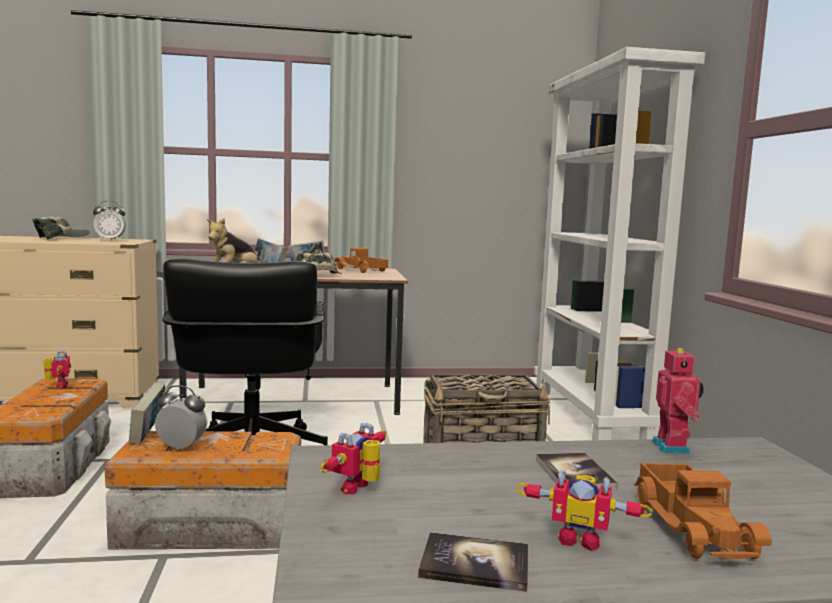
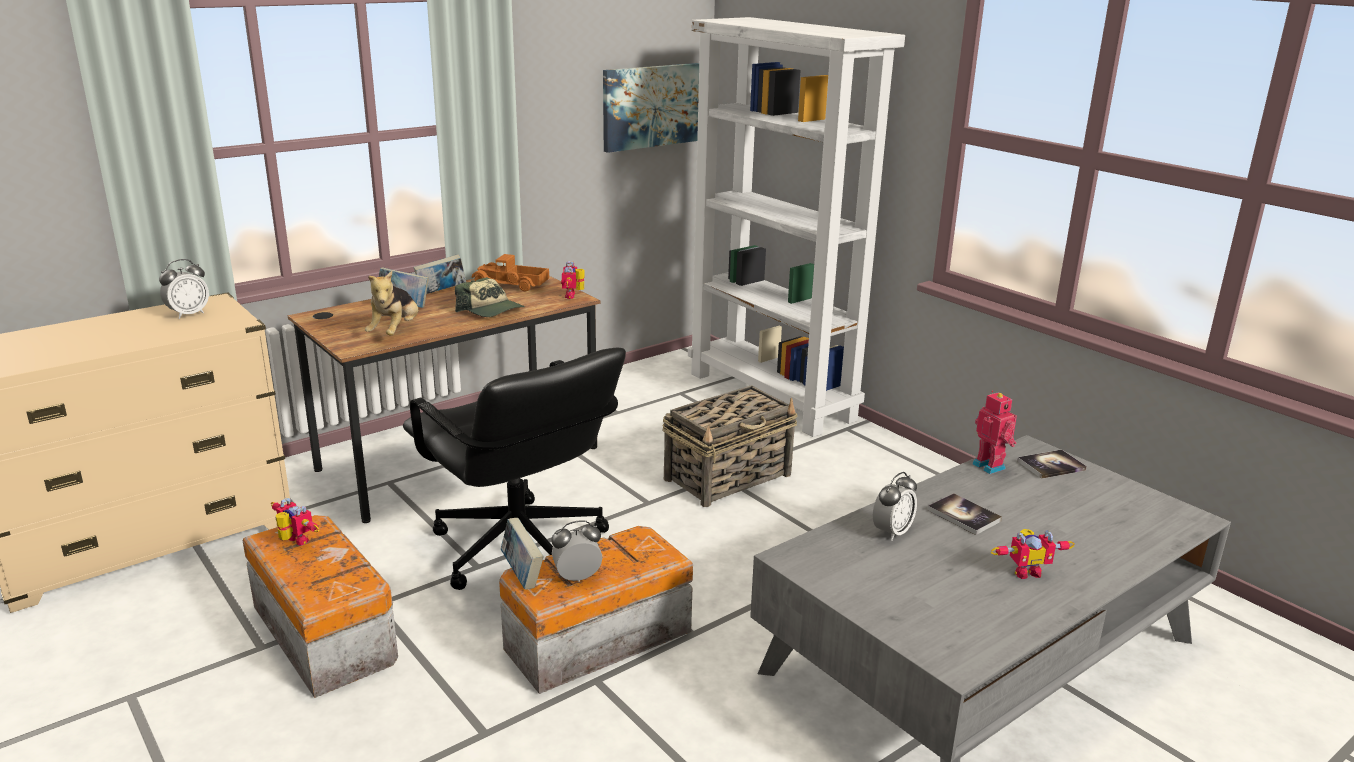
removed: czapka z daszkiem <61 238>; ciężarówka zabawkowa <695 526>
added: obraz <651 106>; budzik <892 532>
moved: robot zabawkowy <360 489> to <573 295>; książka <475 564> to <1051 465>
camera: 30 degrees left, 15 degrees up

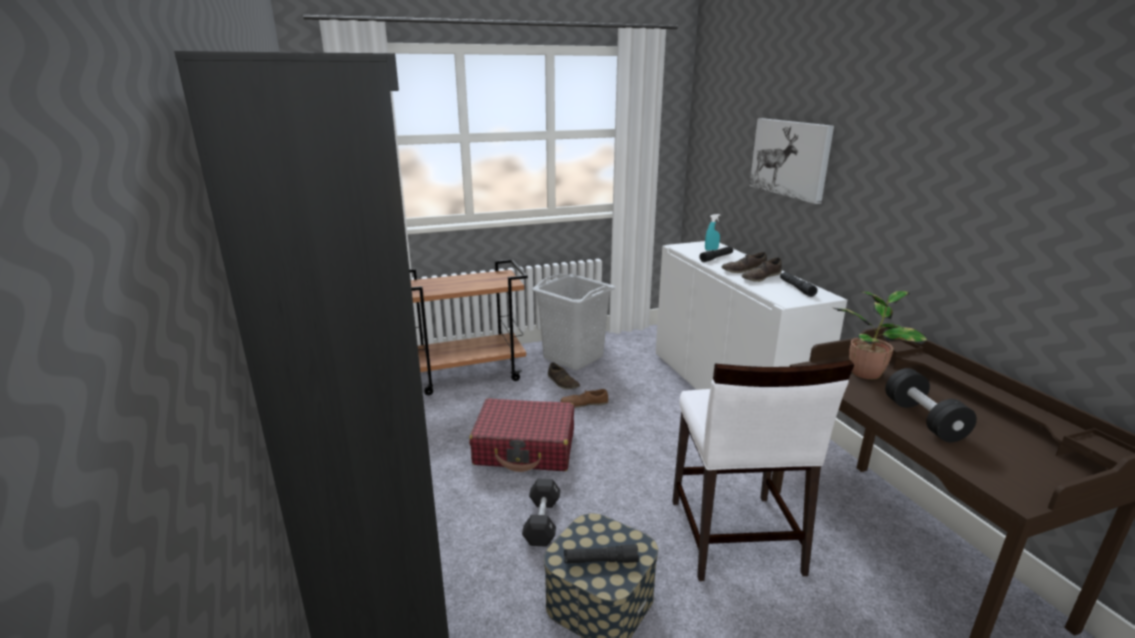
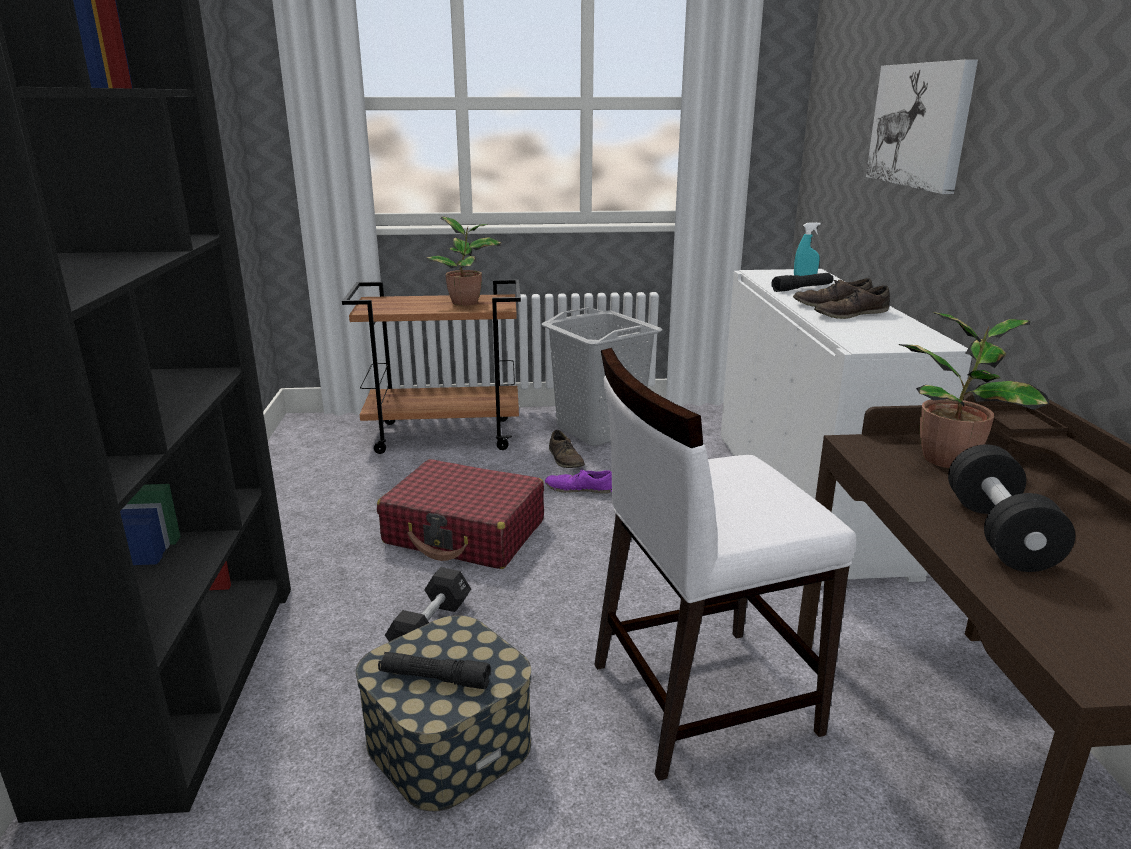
removed: latarka (czarny) <796 288>
added: roślina doniczkowa <467 302>
recoloured: but (brązowy) <584 403> to but (fioletowy) <579 488>
turned: krzesło (biały) <734 537> = <700 697> 60 degrees clockwise
camera: 15 degrees right, 0 degrees up

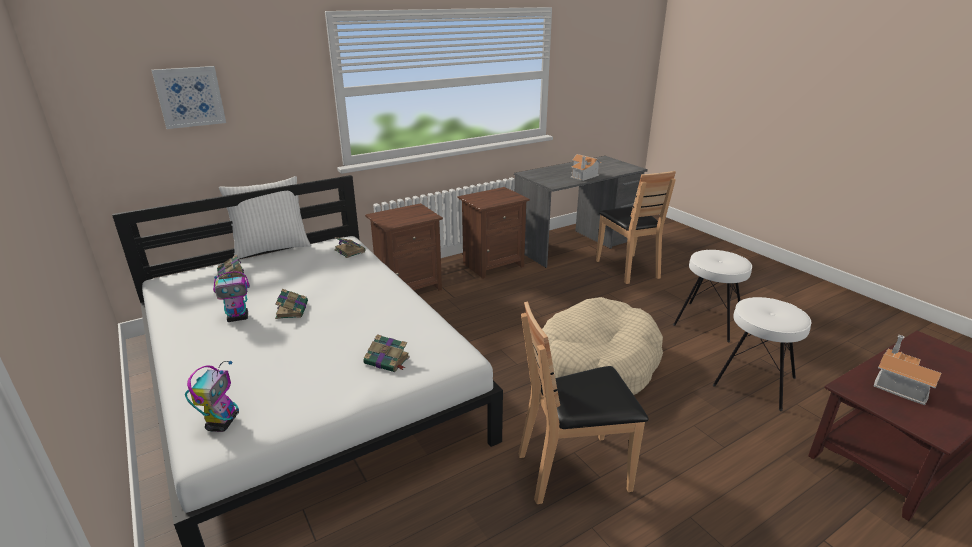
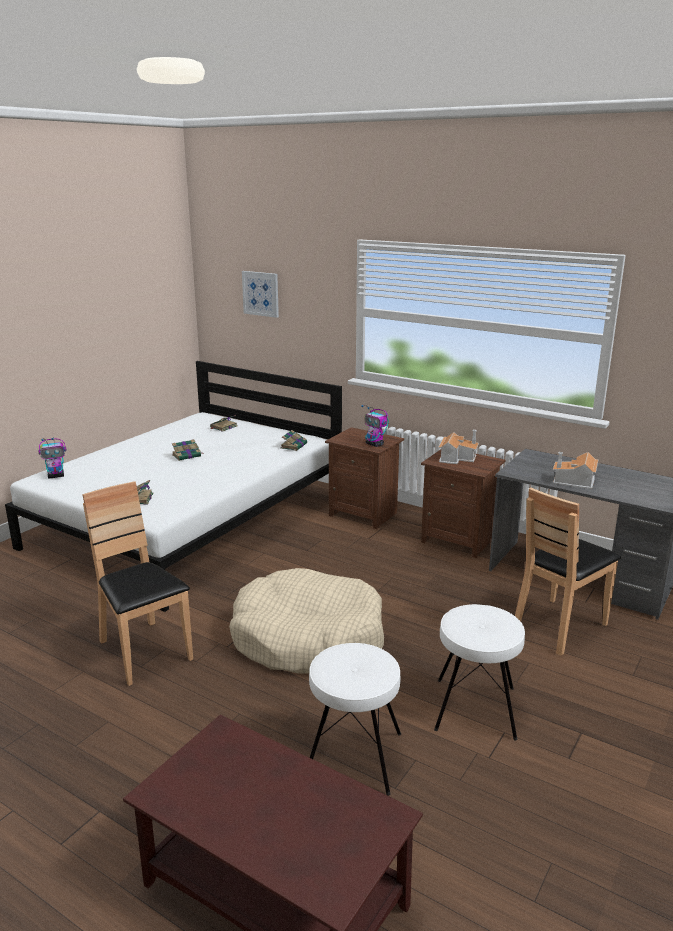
removed: poduszka (biały) <272 248>
moved: robot zabawkowy <238 318> to <375 444>; domek <897 383> to <457 457>
camera: 65 degrees right, 5 degrees down

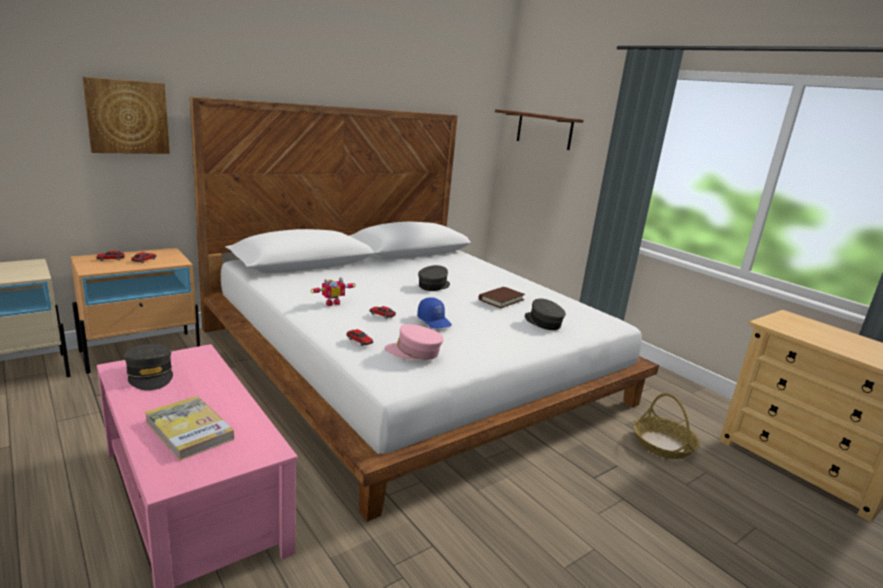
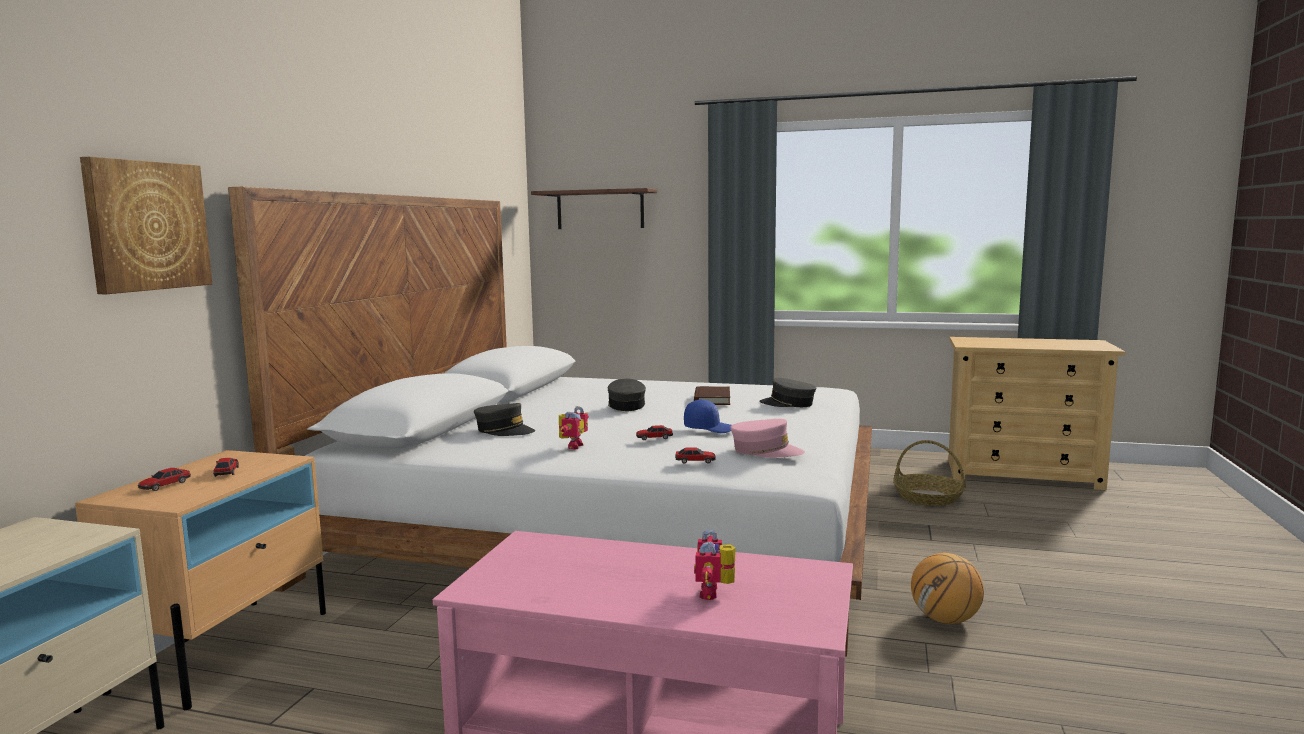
added: piłka do koszykówki <945 620>
moved: czapka z daszkiem (szary) <150 375> to <504 430>
replaced: książka <189 430> to robot zabawkowy <715 592>
turned: czapka z daszkiem (różowy) <414 352> = <766 451> 135 degrees counterclockwise
camera: 35 degrees left, 10 degrees down

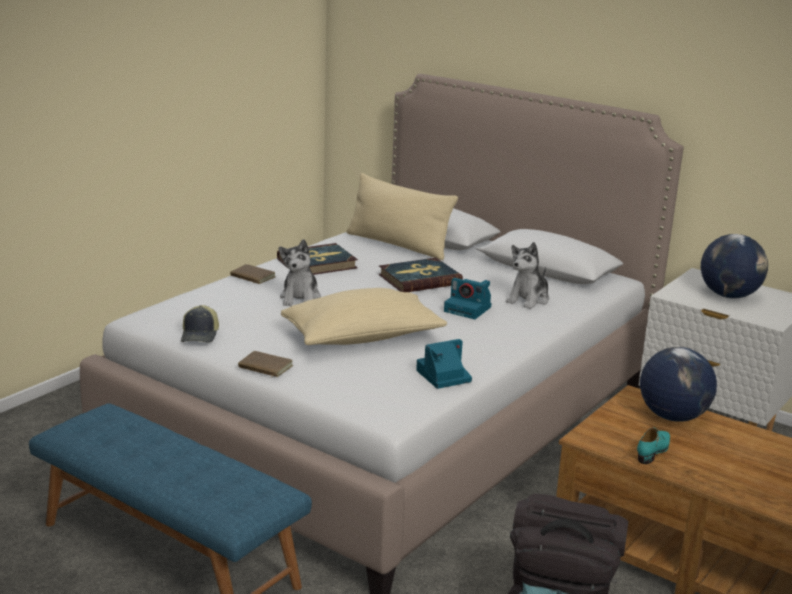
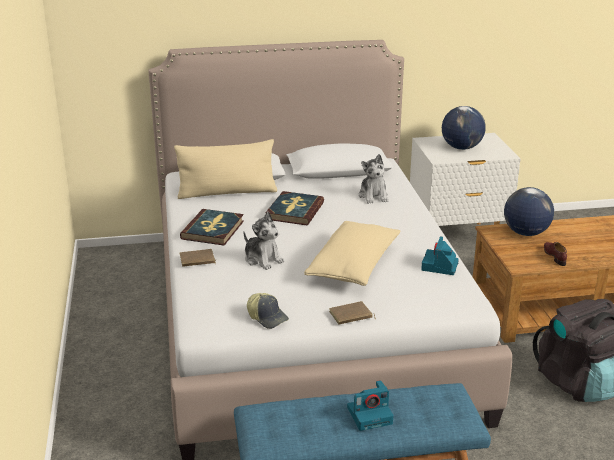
moved: aparat fotograficzny <468 309> to <370 415>
recoloured: but (turkusowy) <654 451> to but (brązowy) <554 256>
camera: 45 degrees left, 5 degrees up

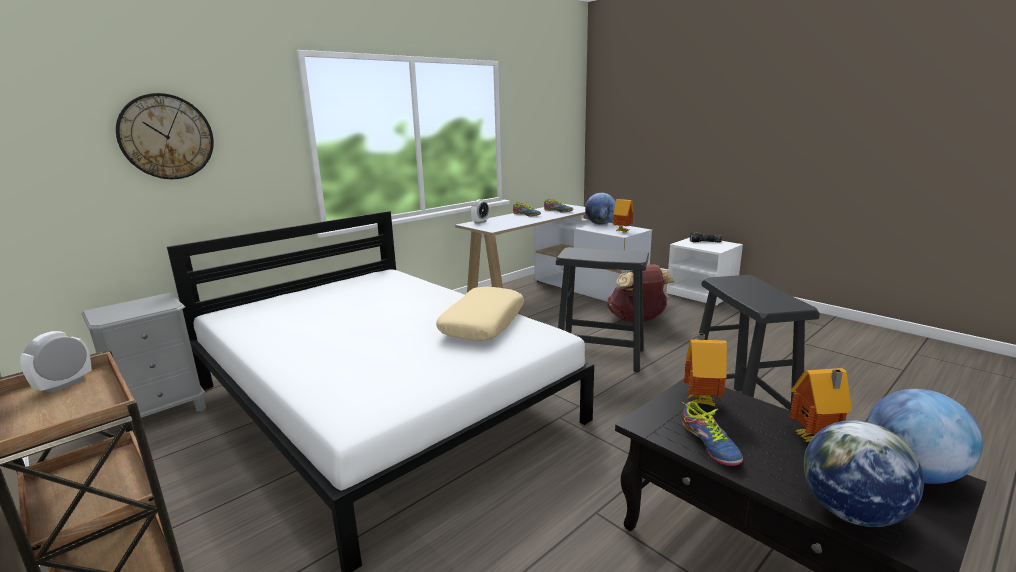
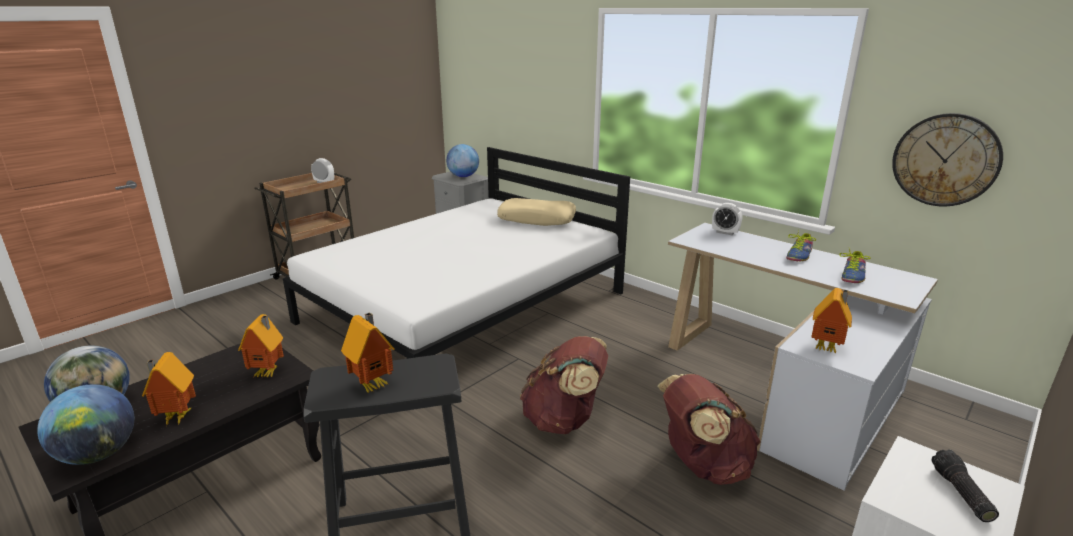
removed: but <710 443>
added: domek <374 384>
moved: zegar ścienny <166 137> to <945 160>; poduszka (beżowy) <482 323> to <537 219>; globus <600 224> to <463 176>
replaced: stołek (czarny) <600 355> to plecak (brązowy) <564 420>
camera: 85 degrees right, 5 degrees up

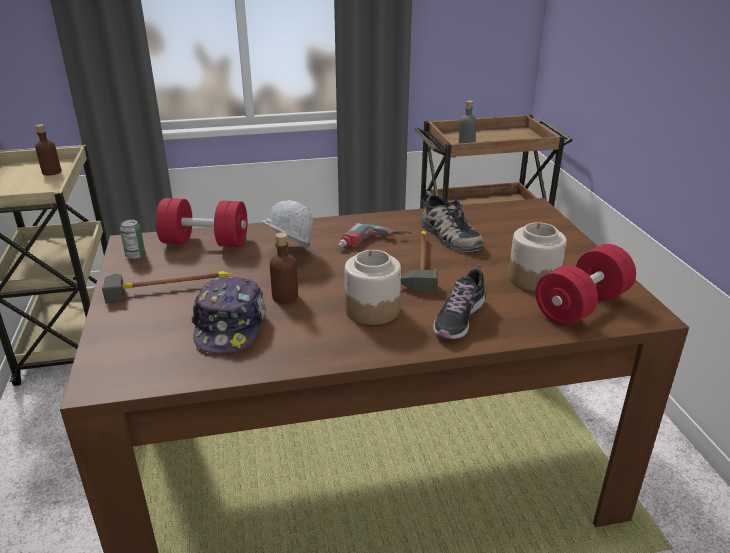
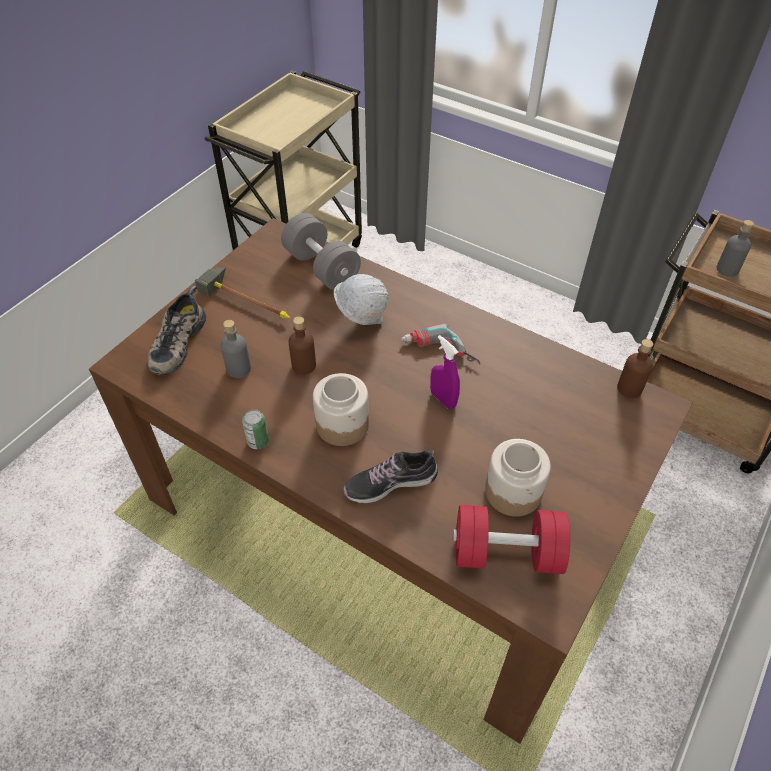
moved: butelka (brązowy) <51 172> to <629 388>; puszka <135 255> to <258 442>; but <448 236> to <177 342>
replaced: czapka z daszkiem <230 326> to butelka (szary) <239 369>; młotek <416 262> to spryskiwacz (fioletowy) <443 399>
recoloured: hantel (czerwony) <205 242> to hantel (szary) <321 267>
camera: 45 degrees right, 20 degrees up

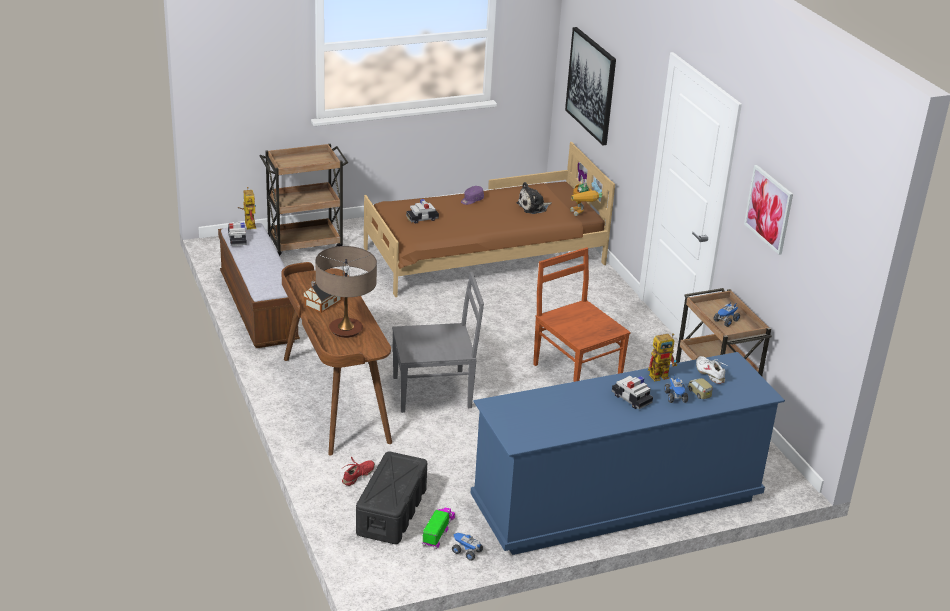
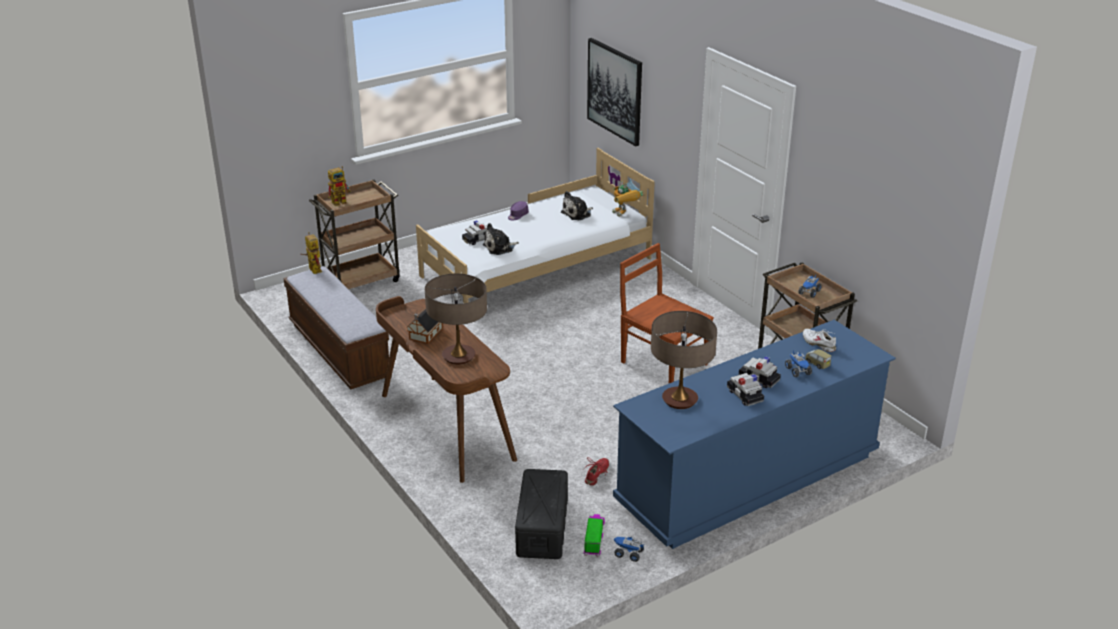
removed: krzesło (szary) <434 392>; obraz <769 209>
added: pluszak <499 248>; lampa stołowa <680 400>
moved: samochodzik <237 239> to <744 395>; but (czerwony) <358 476> to <597 475>; robot zabawkowy <661 375> to <341 201>
recoloured: łóżko (brązowy) <483 257> to łóżko (biały) <536 268>
camera: 10 degrees left, 0 degrees up

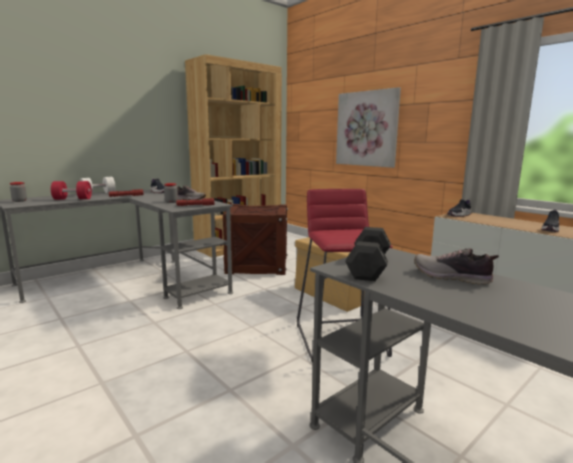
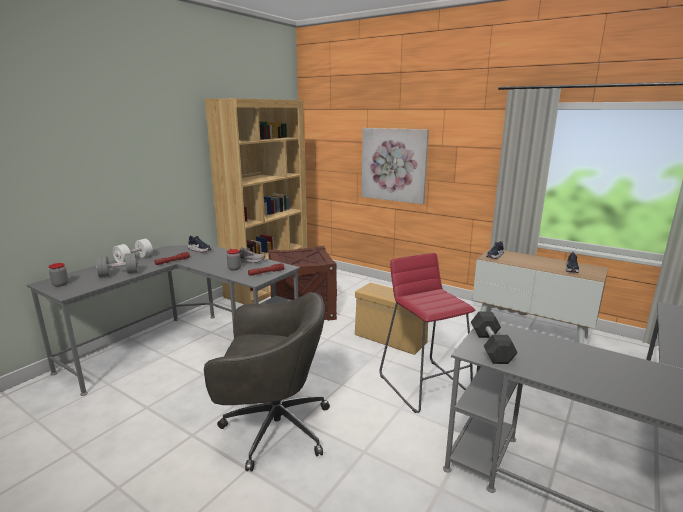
removed: but <451 277>
added: krzesło biurowe (szary) <273 428>
recoloured: hantel (czerwony) <72 199> to hantel (szary) <119 274>
camera: 15 degrees left, 5 degrees up

